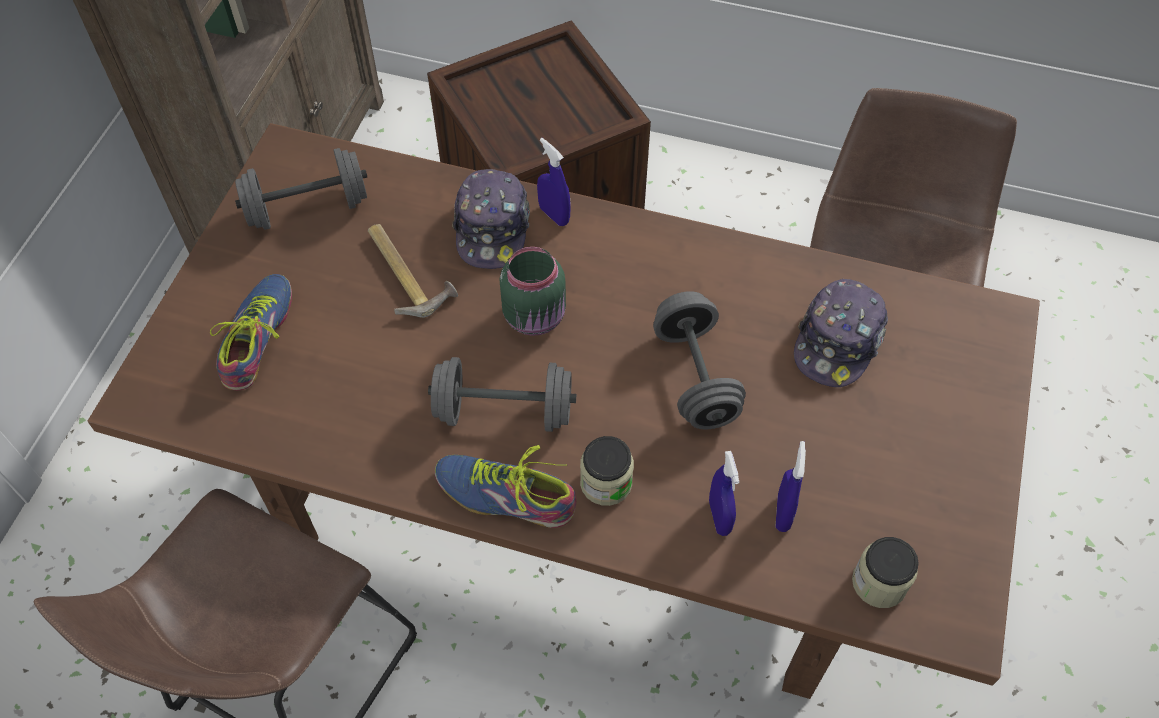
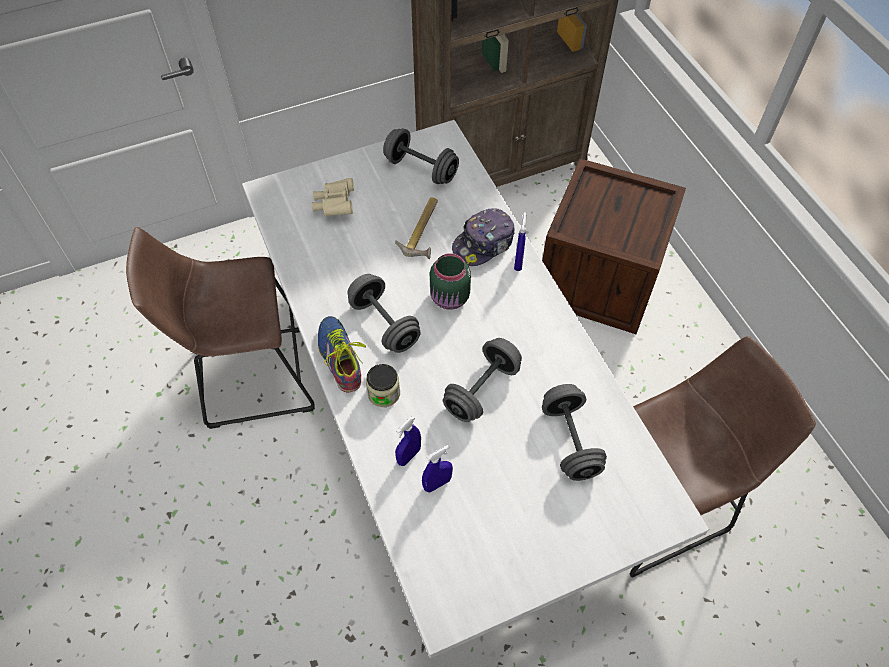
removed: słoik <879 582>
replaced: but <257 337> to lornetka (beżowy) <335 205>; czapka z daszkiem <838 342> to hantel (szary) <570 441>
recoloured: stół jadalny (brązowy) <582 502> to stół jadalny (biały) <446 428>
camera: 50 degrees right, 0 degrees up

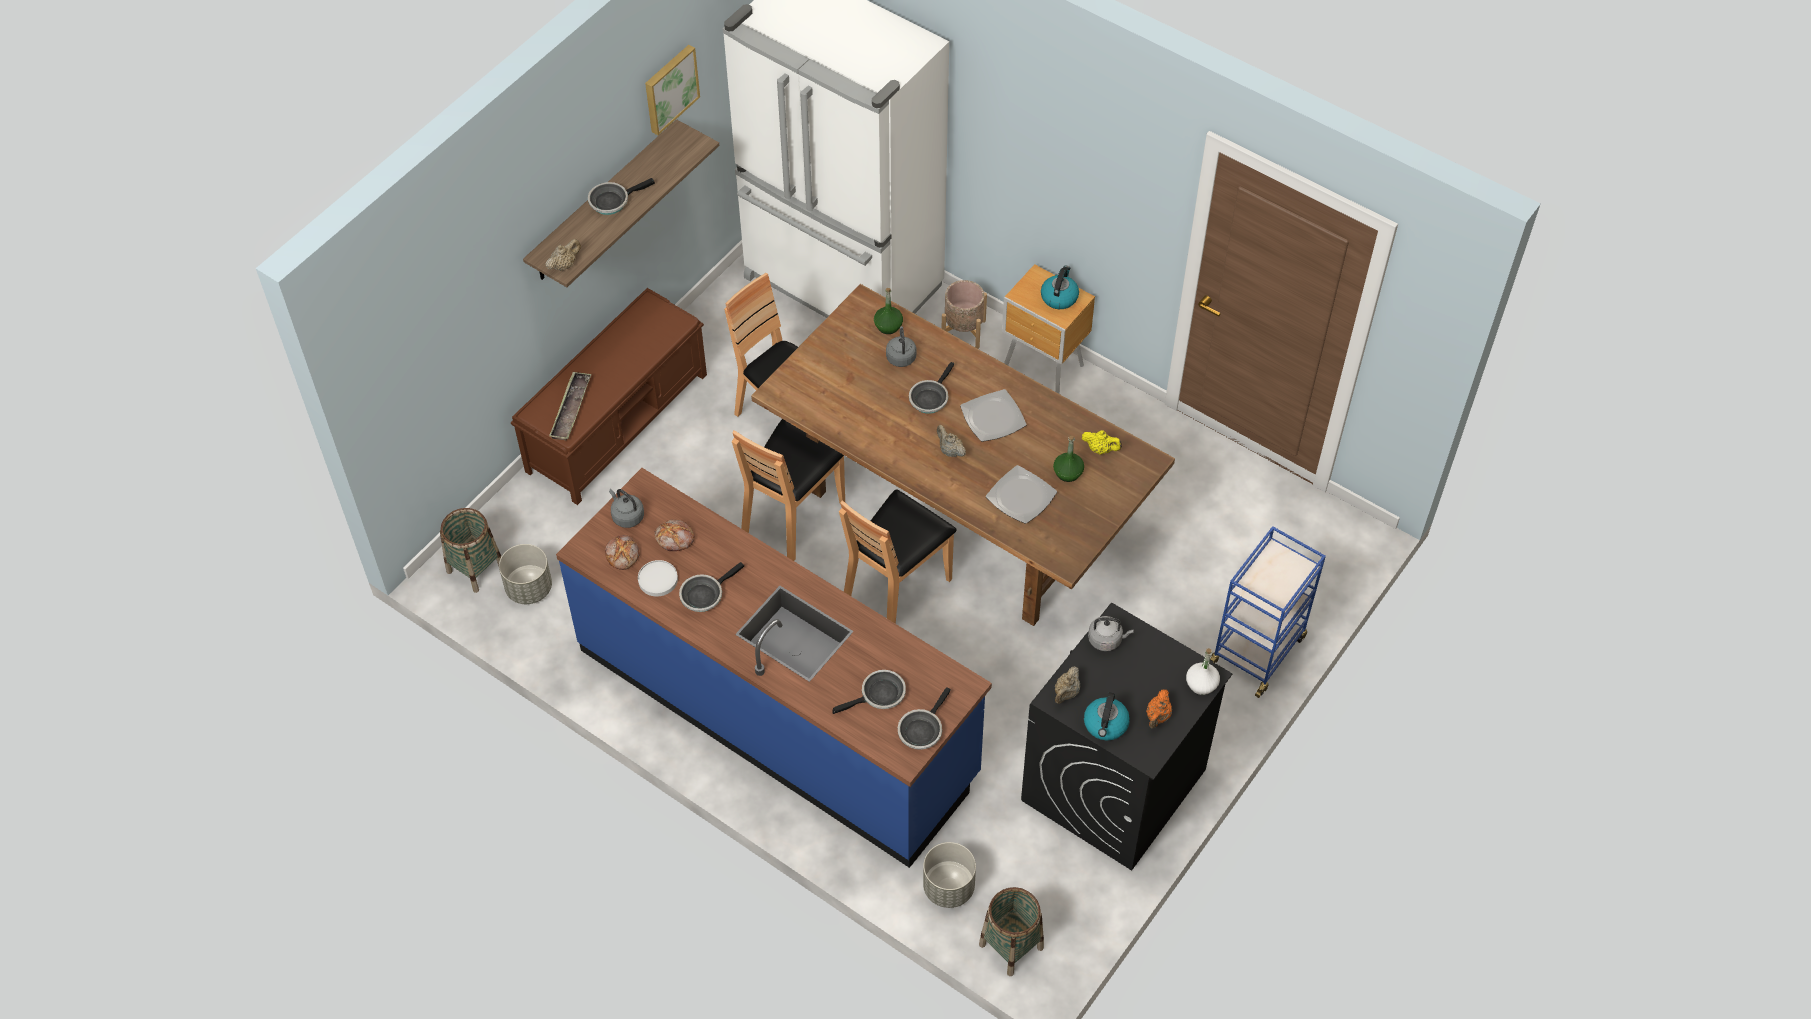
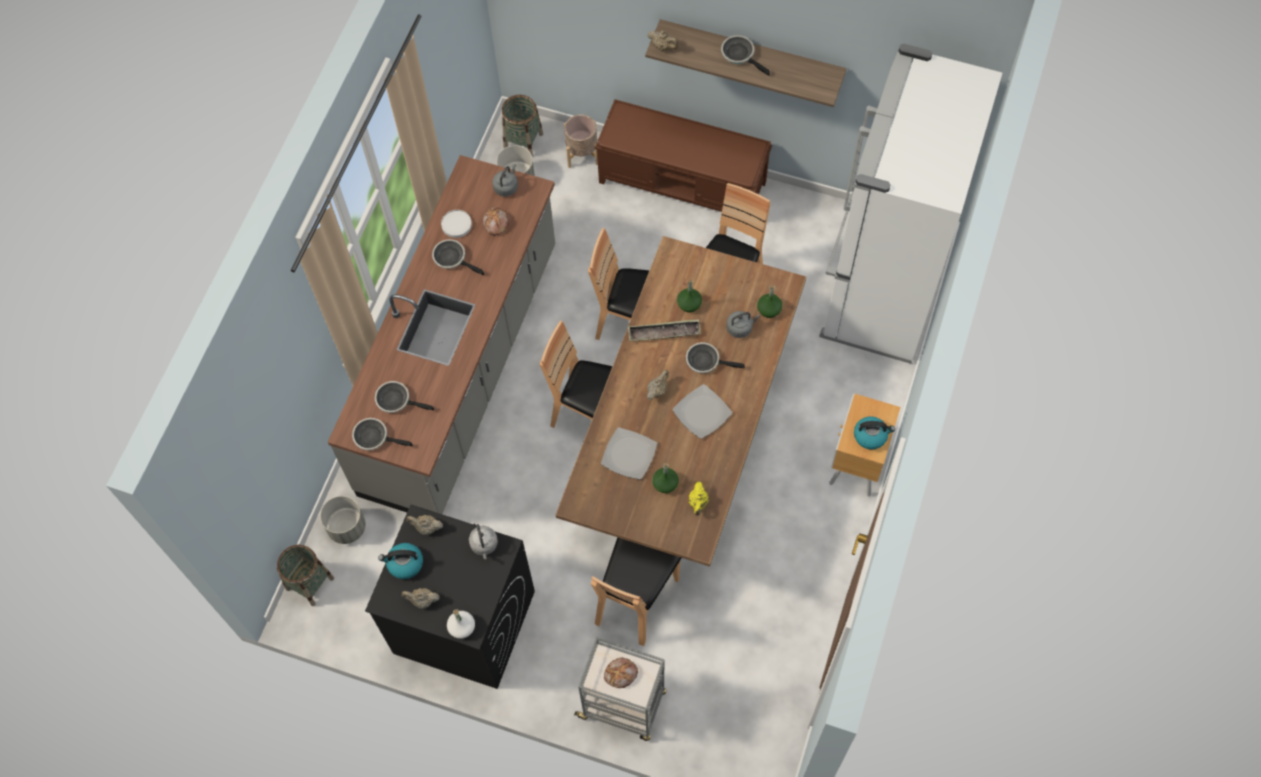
removed: obraz <670 88>
added: krzesło (brązowy) <636 599>; butelka (zielony) <689 304>
moved: taca <571 409> to <664 333>; chleb <623 555> to <621 674>; donica (beżowy) <963 331> to <582 153>
recoloured: zabudowa kuchenna (niebieski) <778 711> to zabudowa kuchenna (szary) <462 370>; imbryk (pomarańczowy) <1157 717> to imbryk (beżowy) <422 601>; wózek (niebieski) <1257 650> to wózek (szary) <623 705>
turned: patelnia <879 695> = <396 400> 150 degrees clockwise
camera: 75 degrees right, 10 degrees up

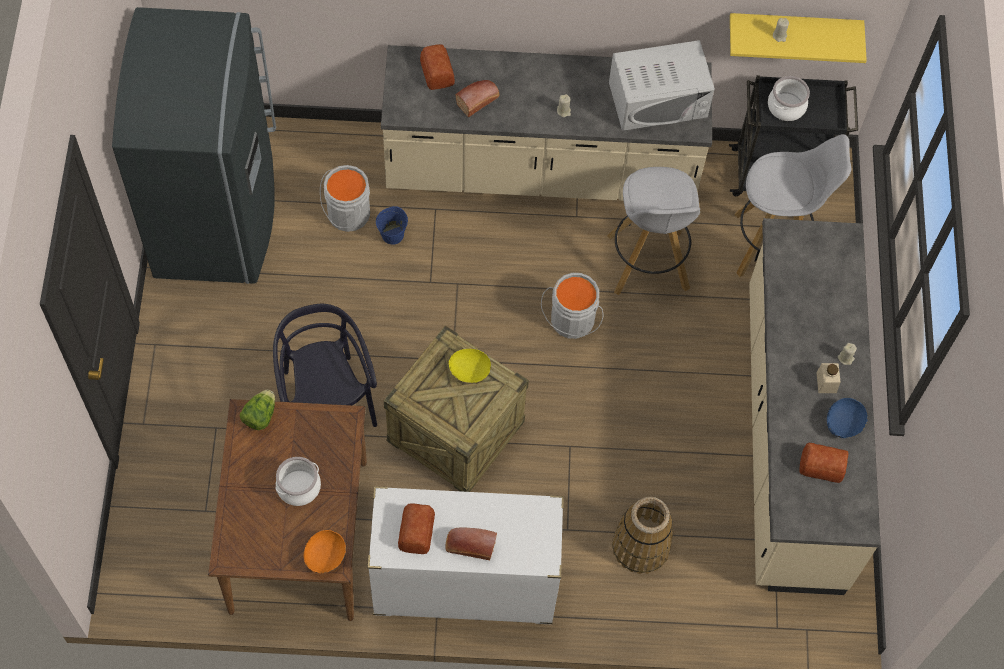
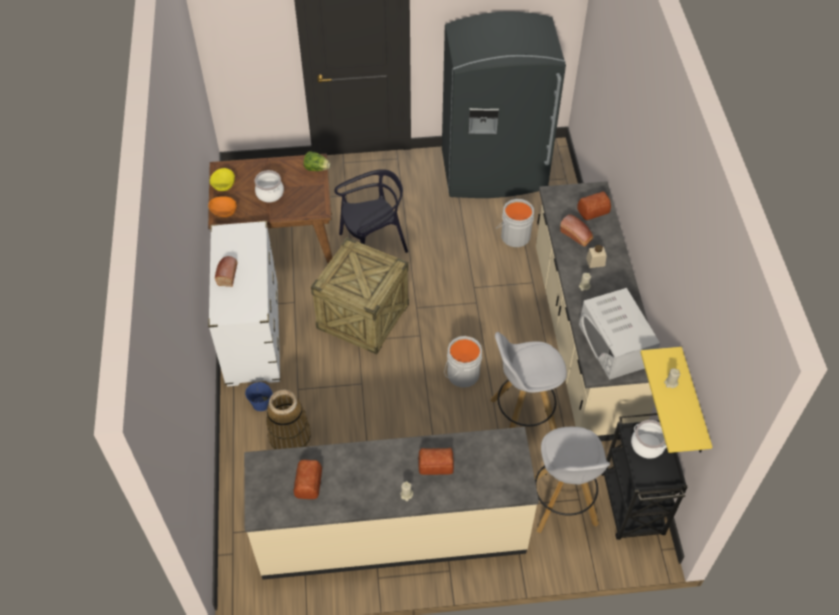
removed: miska (niebieski) <843 424>
moved: wiadro (niebieski) <392 234> to <261 404>; chleb <417 531> to <436 465>; miska (żółty) <469 372> to <223 185>; słoik (beżowy) <826 382> to <595 262>
camera: 85 degrees right, 10 degrees down

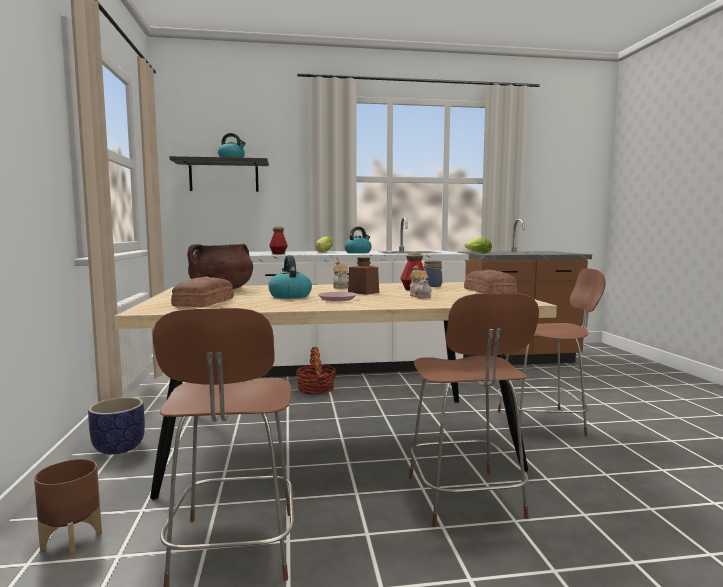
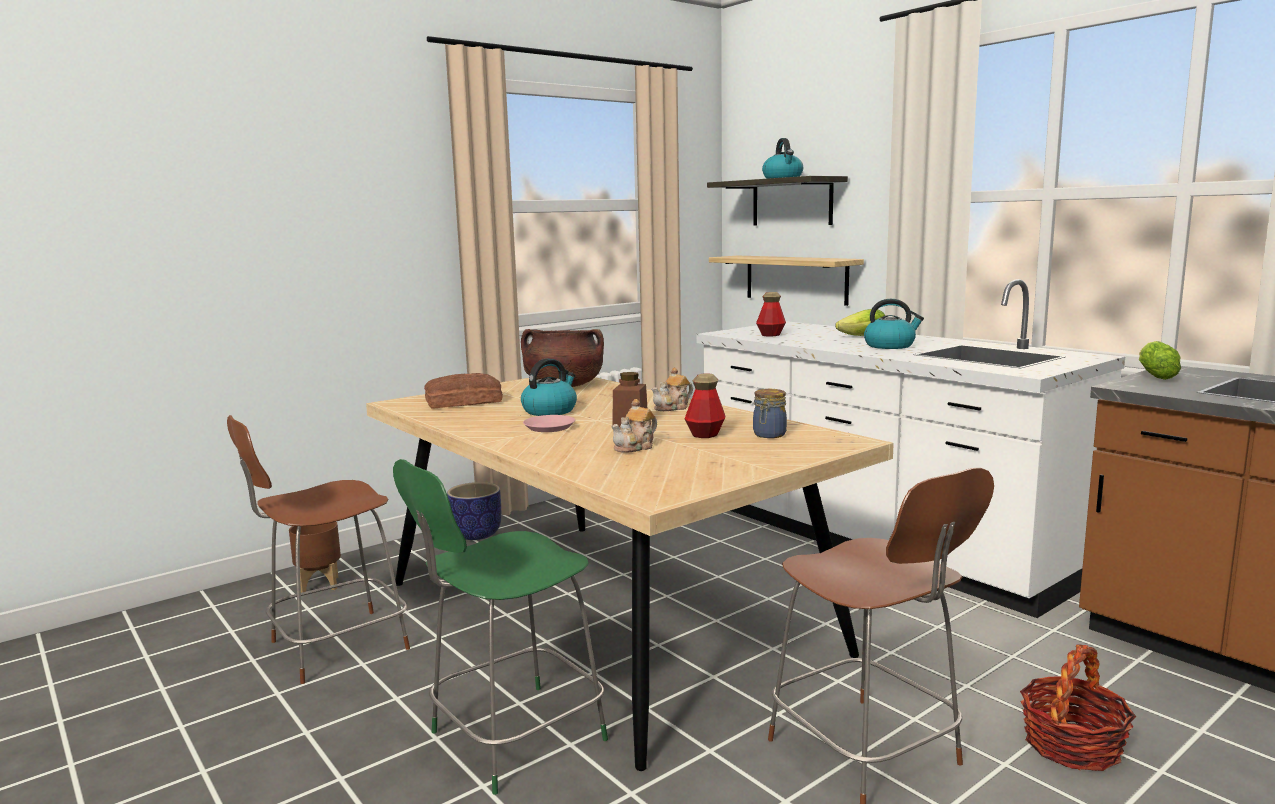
removed: chleb <490 291>
added: półka <795 279>
moved: koszyk <316 389> to <1072 745>
recoloured: krzesło (brązowy) <465 499> to krzesło (zielony) <512 738>
camera: 60 degrees right, 5 degrees up

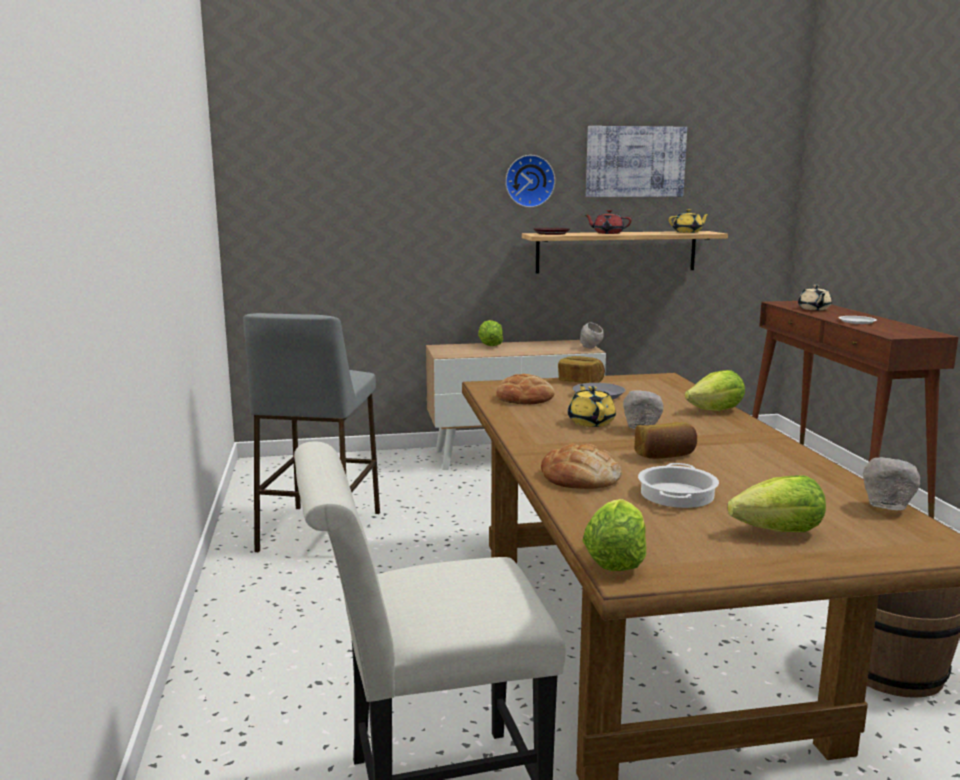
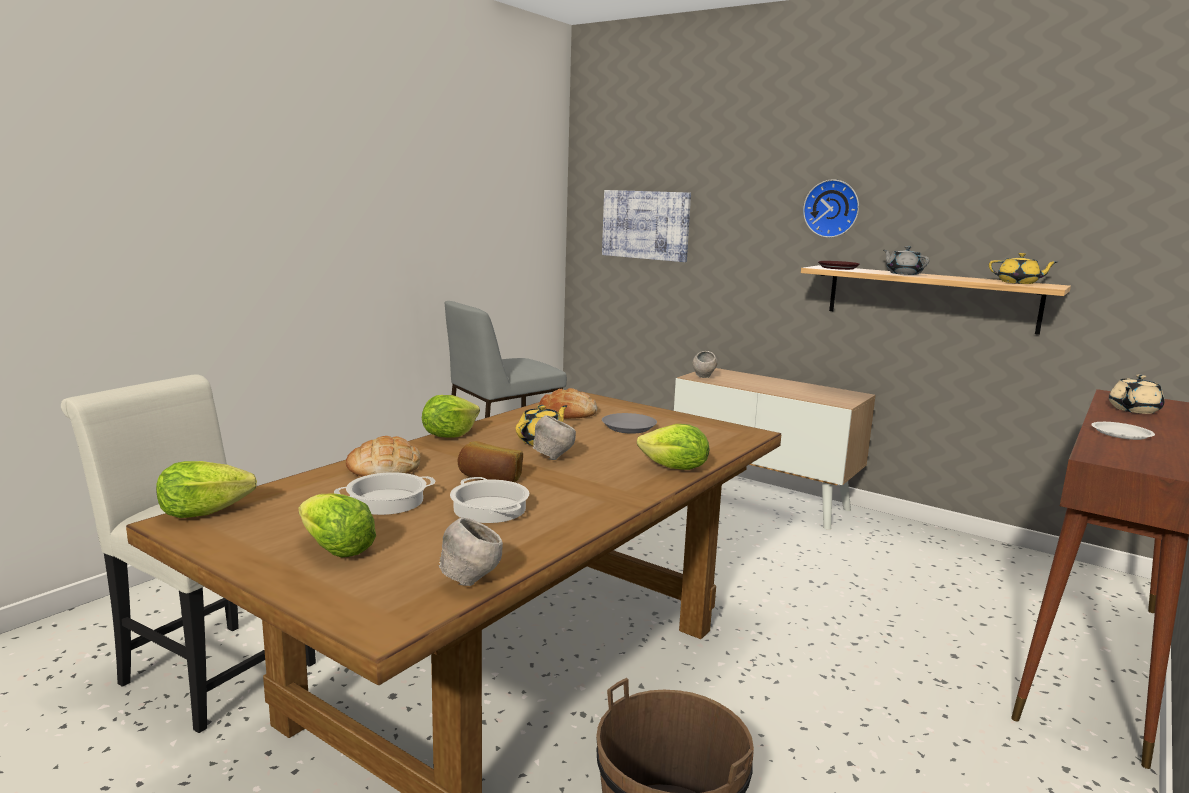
removed: chleb <580 382>
added: garnek <490 509>
moved: sałata <489 346> to <449 435>; miska (szary) <591 348> to <703 377>; obraz <635 162> to <645 225>
recoloured: imbryk (czerwony) <607 233> to imbryk (szary) <903 274>
camera: 45 degrees right, 0 degrees up

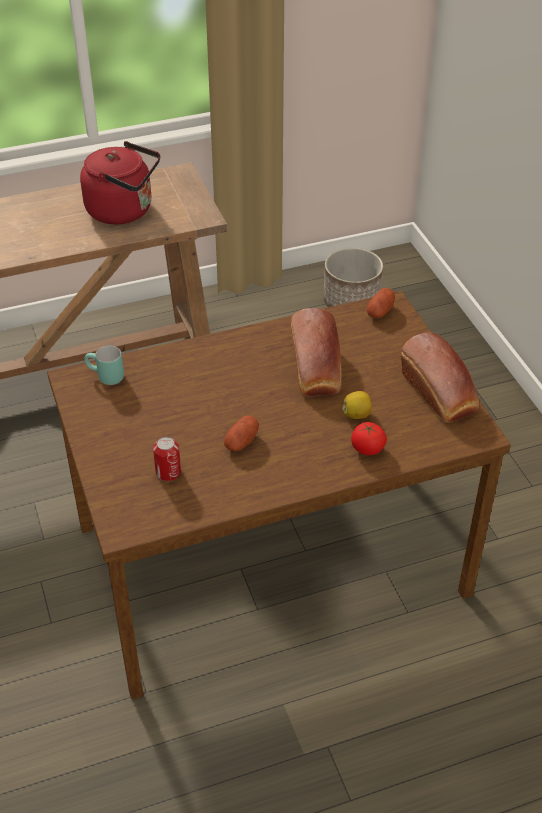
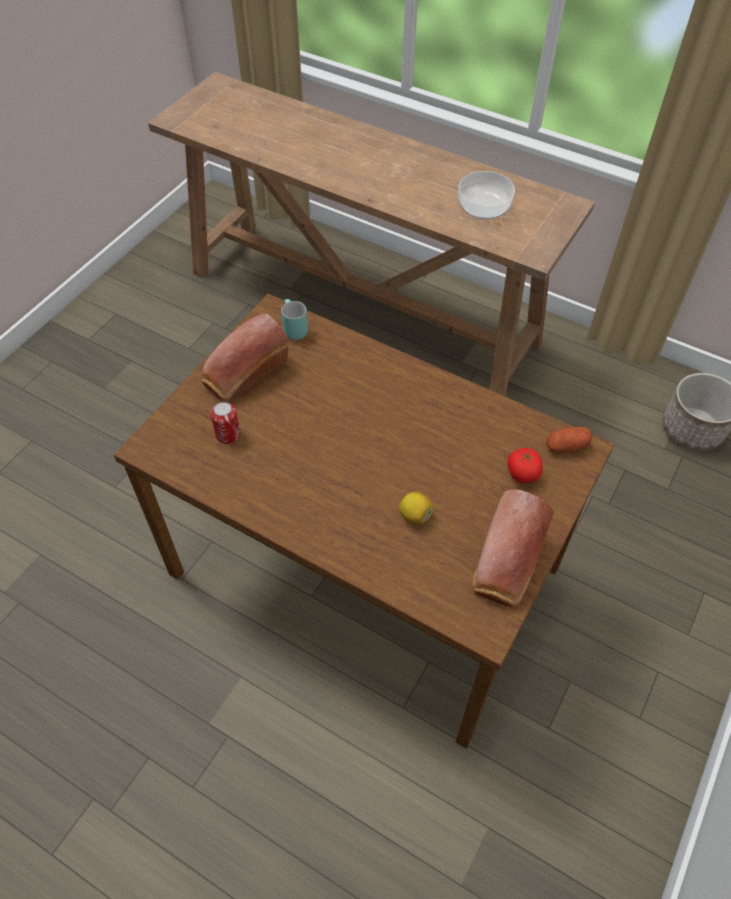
removed: ziemniak <241 442>
moved: chleb <316 370> to <244 374>; pomidor <367 449> to <522 474>
replaced: czajnik (czerwony) <124 211> to miska <483 208>
camera: 50 degrees right, 10 degrees up

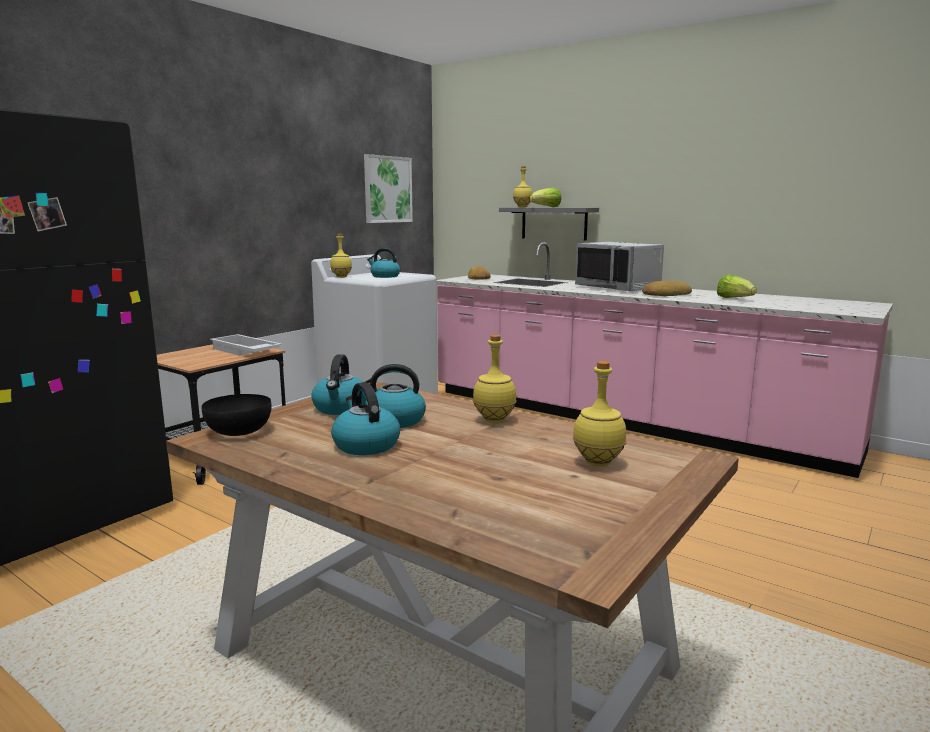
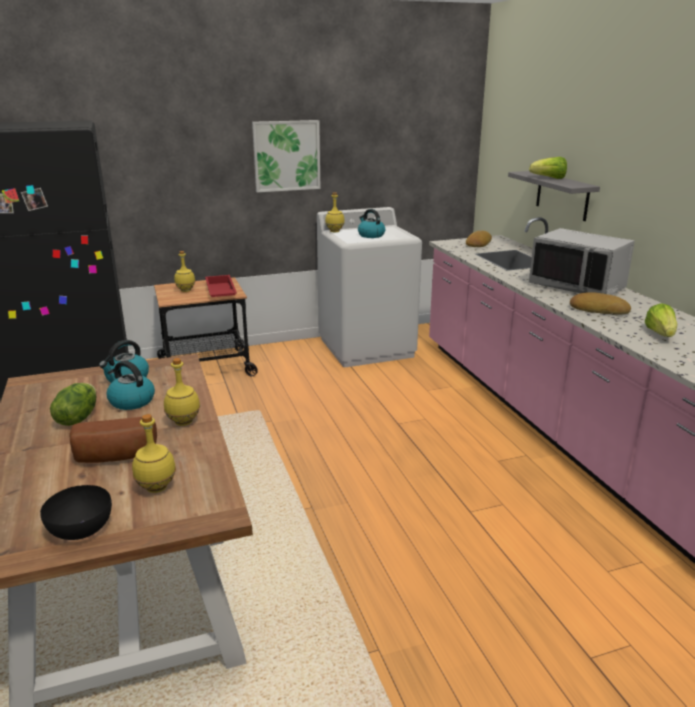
added: chleb <115 457>
moved: miska (czarny) <238 431> to <80 528>; obraz <387 189> to <286 156>; butelka (żółty) <522 207> to <185 290>
replaced: czajnik <365 445> to sałata <77 418>
recoloured: taca (biały) <244 351> to taca (czerwony) <220 292>
turned: mikrofalówka (szary) <618 288> = <577 286> 45 degrees counterclockwise
camera: 35 degrees right, 10 degrees up

